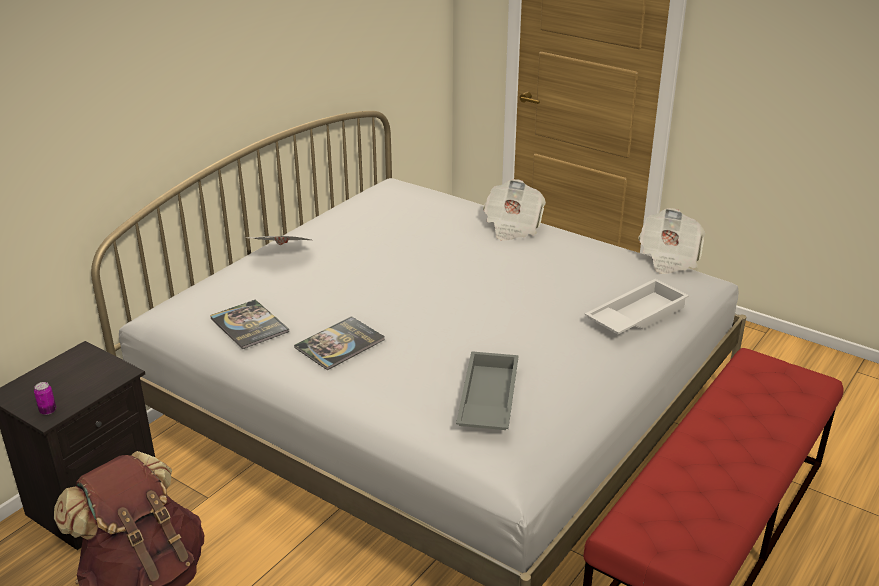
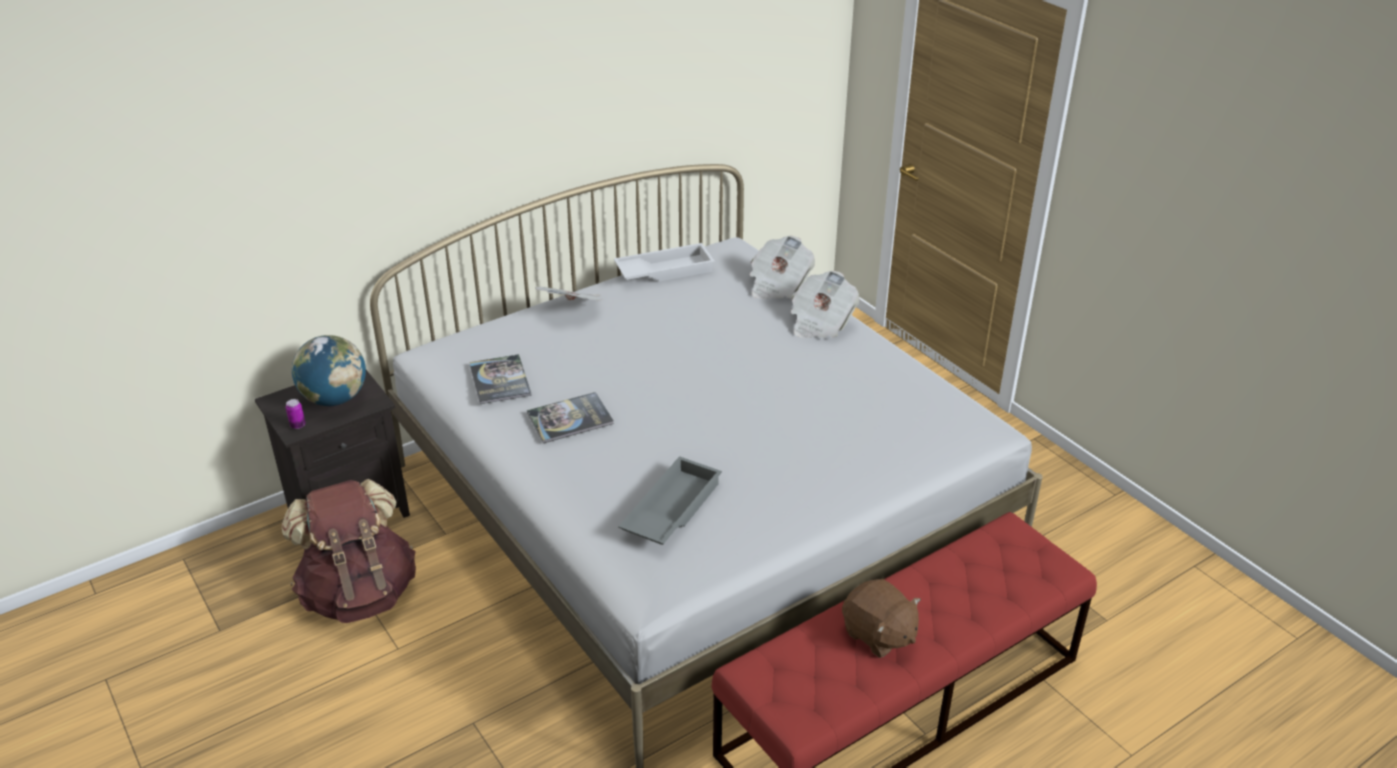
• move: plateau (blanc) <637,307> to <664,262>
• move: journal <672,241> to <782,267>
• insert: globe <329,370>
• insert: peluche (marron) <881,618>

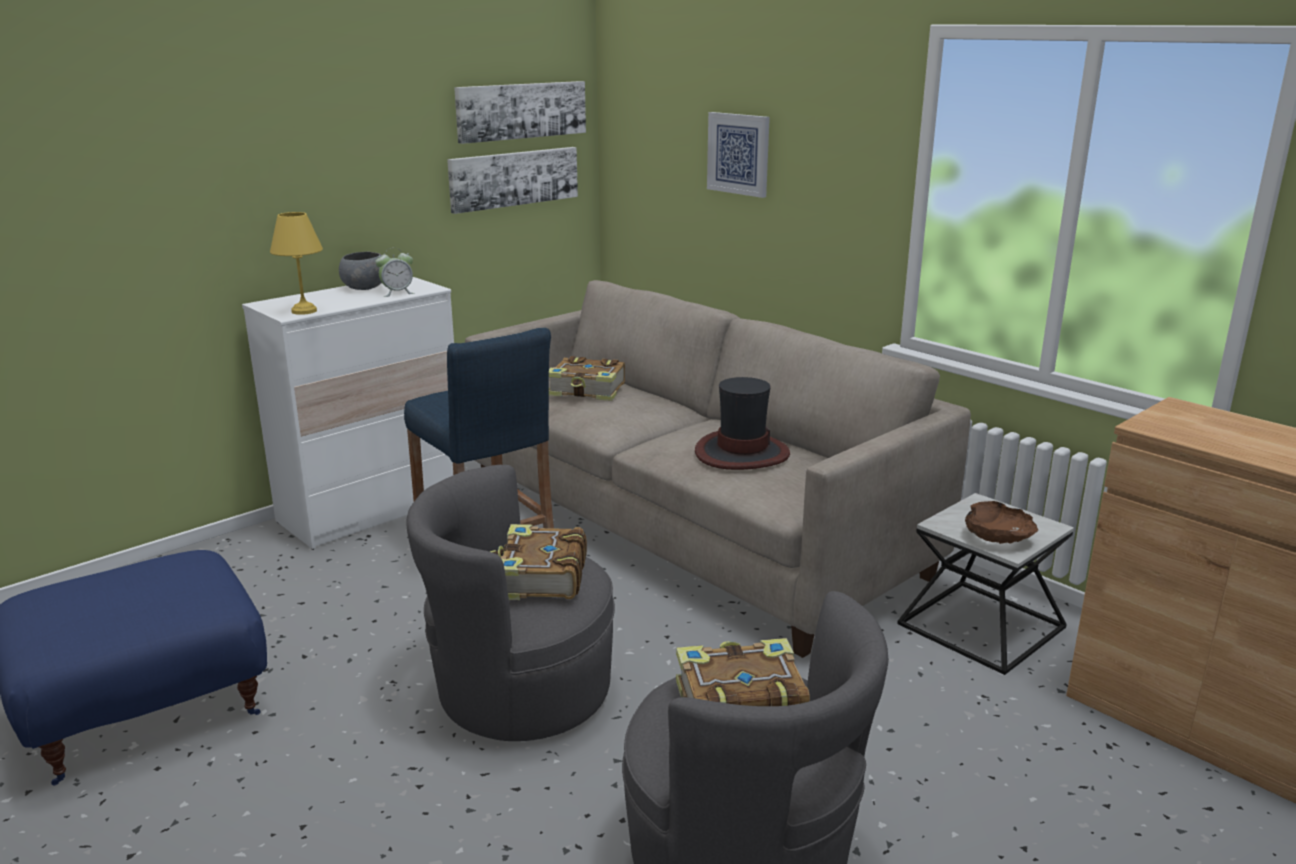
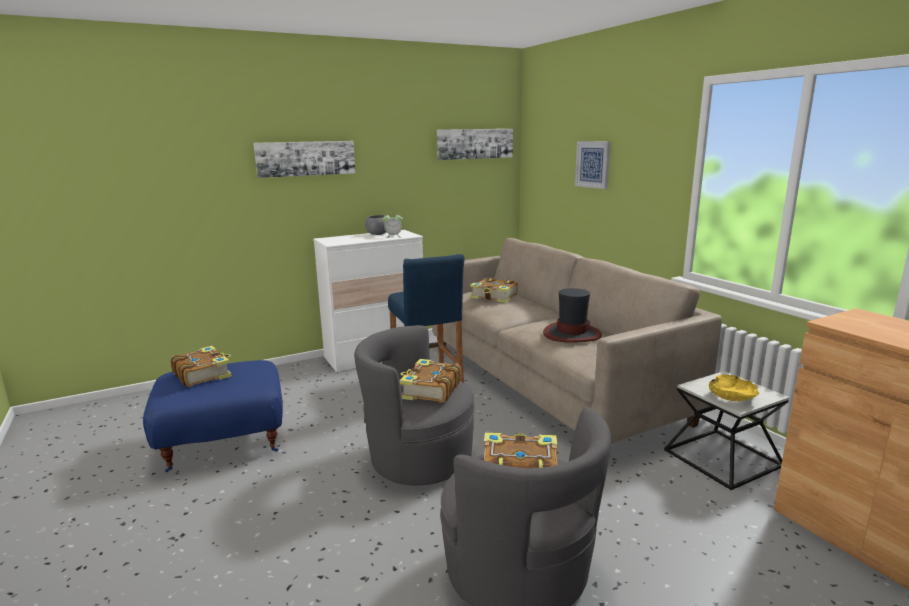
• delete: lampe de table (jaune) <296,263>
• move: tableau <512,180> to <304,159>
• recolor: bol (marron) <1001,522> to bol (jaune) <734,388>
• insert: livre <201,366>

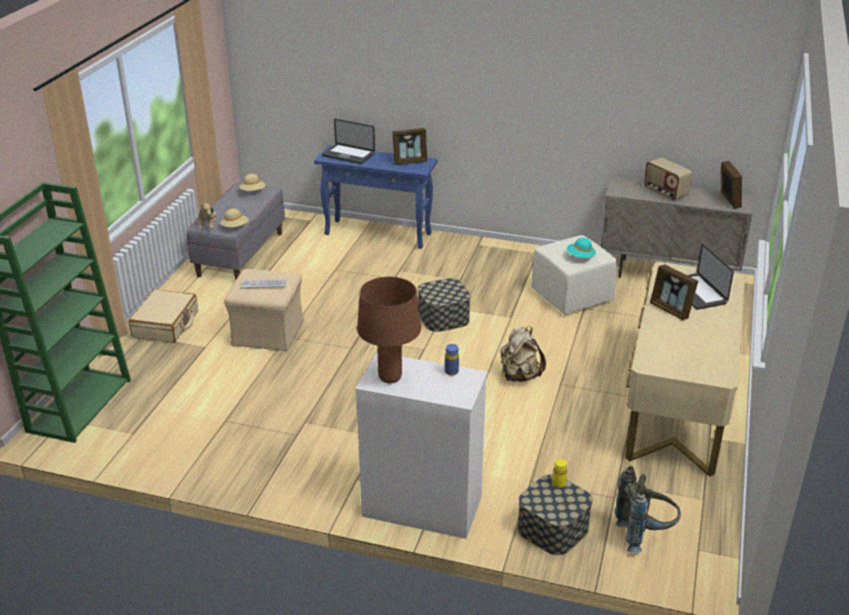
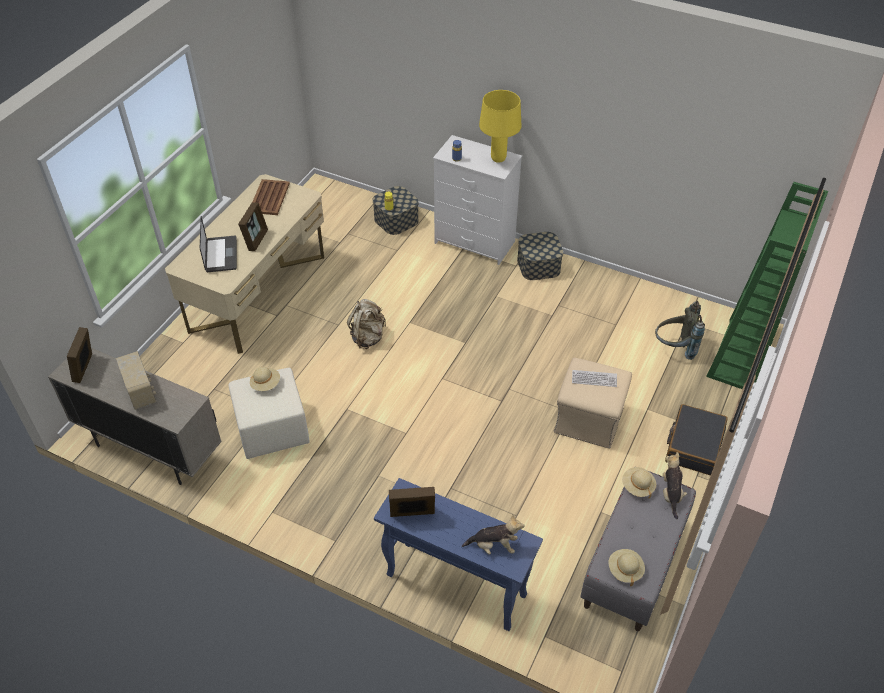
• recolor: valise (beige) <163,316> to valise (noir) <696,439>
• replace: ordinateur portable <348,141> to peluche <493,535>
• recolor: lampe de table (marron) <389,330> to lampe de table (jaune) <500,126>
• move: boîte de rangement <444,305> to <540,256>
• recolor: chapeau (turquoise) <581,248> to chapeau (beige) <265,379>
• move: sac à dos (gris) <648,509> to <680,330>
• rotate: cadre photo <674,292> = <253,226> 45 degrees clockwise
• insert: plateau (marron) <271,197>

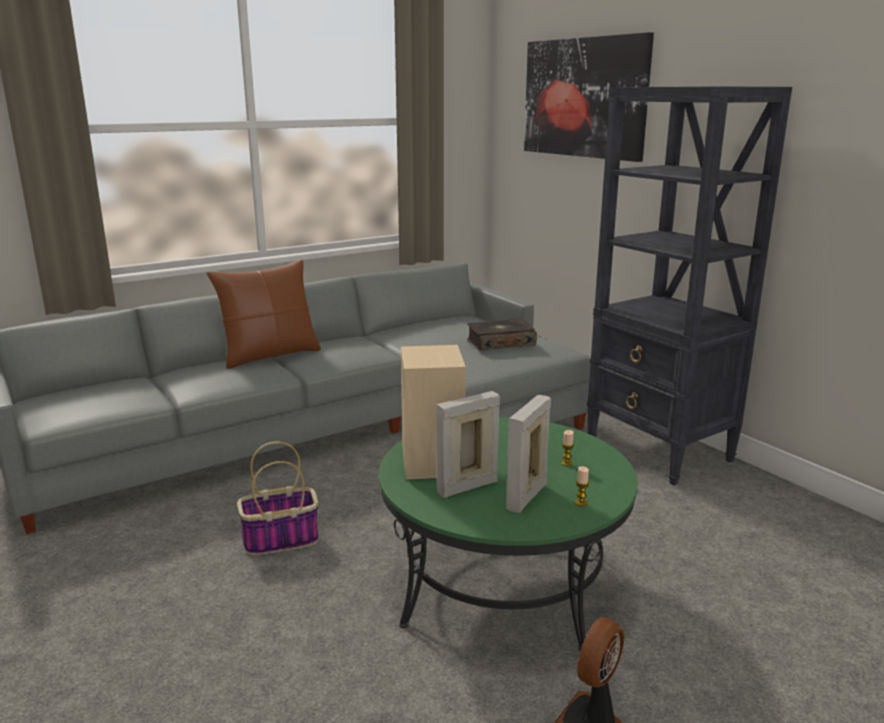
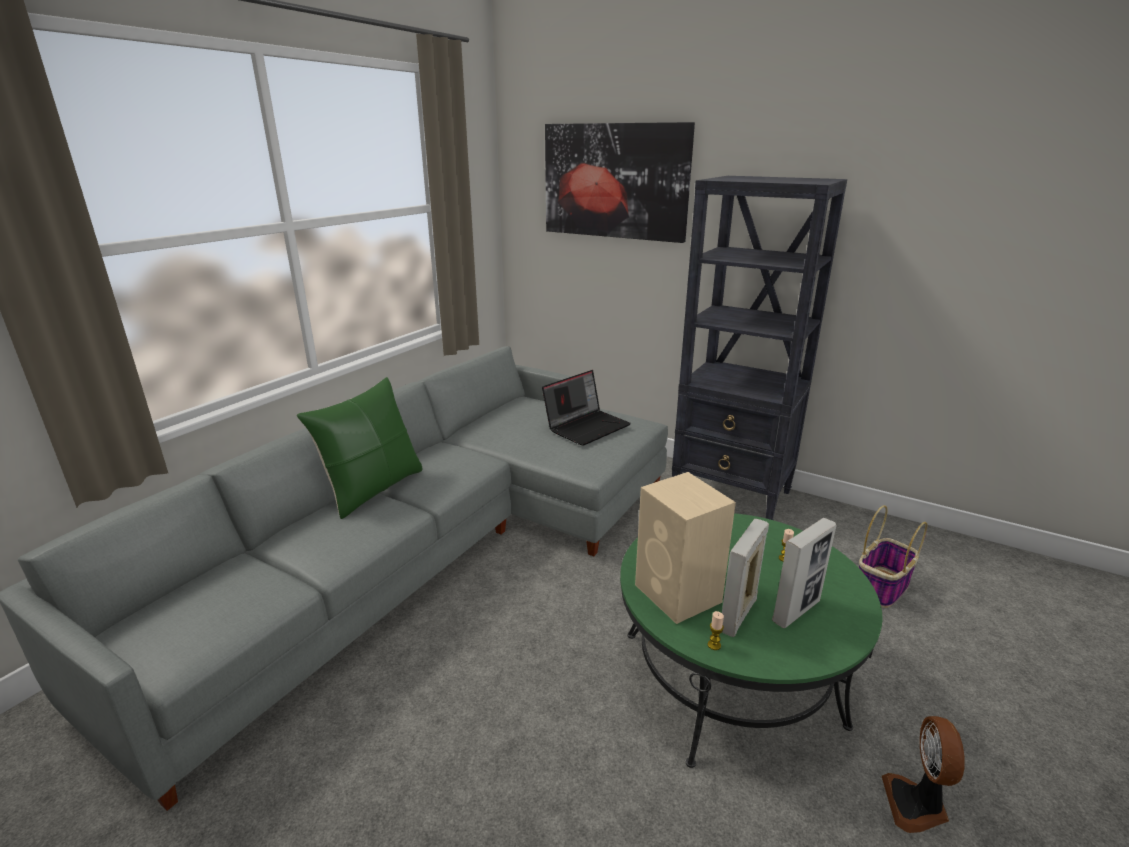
• recolor: coussin (marron) <263,314> to coussin (vert) <359,448>
• move: panier <278,498> to <893,556>
• replace: livre <502,334> to ordinateur portable <586,408>
• rotate: cadre photo <528,454> = <804,573> 135 degrees counterclockwise
• move: bougie <582,486> to <716,630>

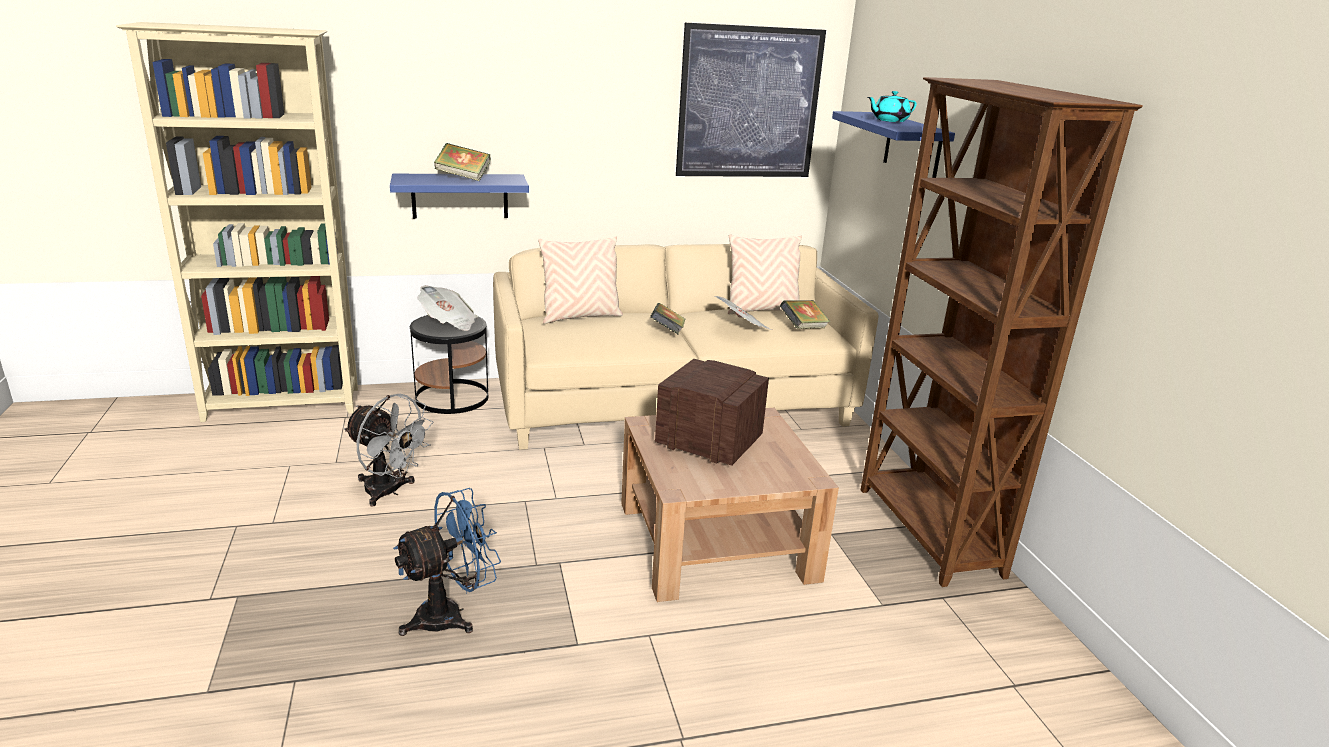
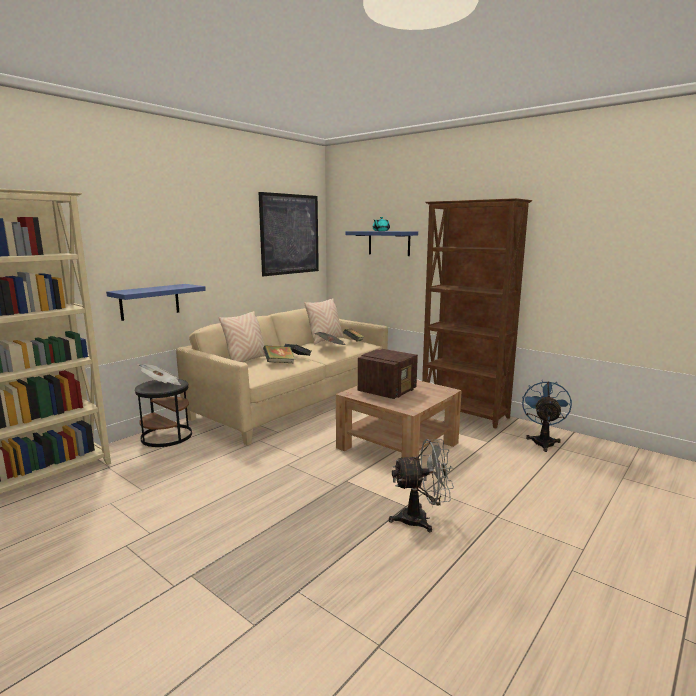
• move: ventilateur (gris) <389,450> to <421,485>
• move: ventilateur (bleu) <447,562> to <547,416>
• move: livre <462,162> to <279,354>
• rotate: radio <712,412> = <388,374> 135 degrees clockwise

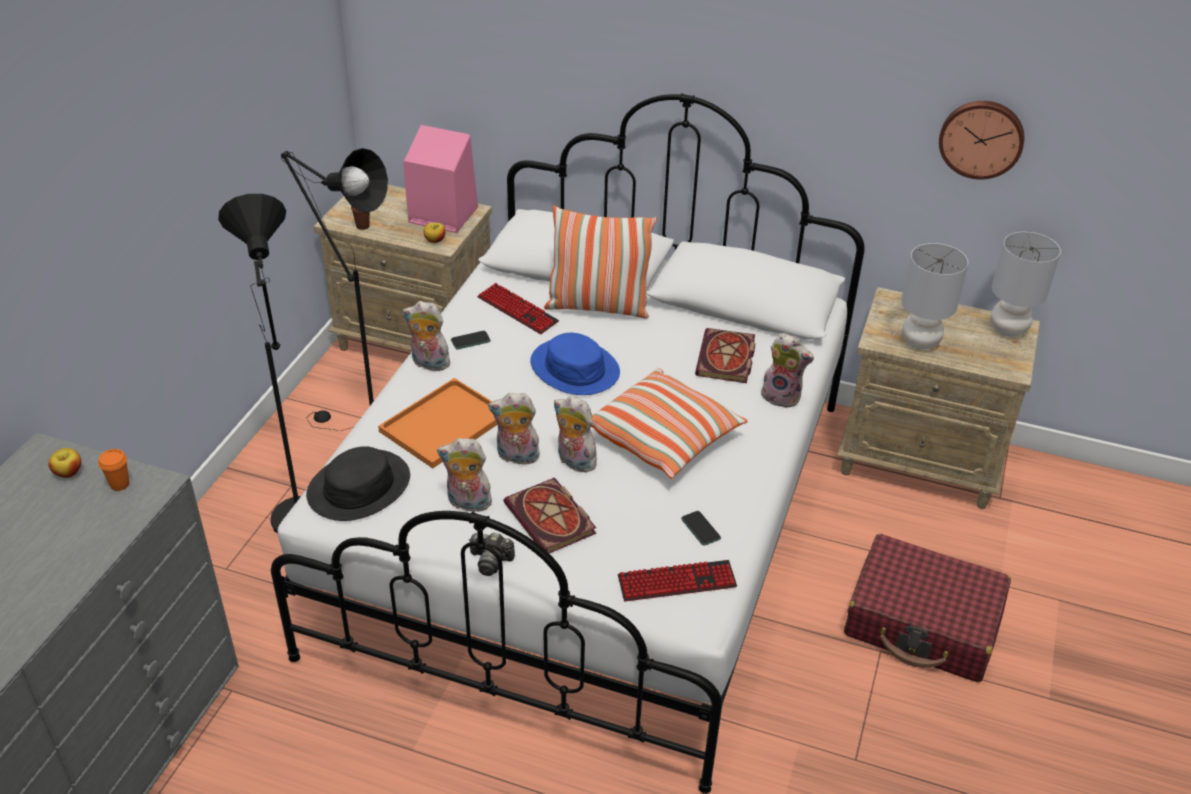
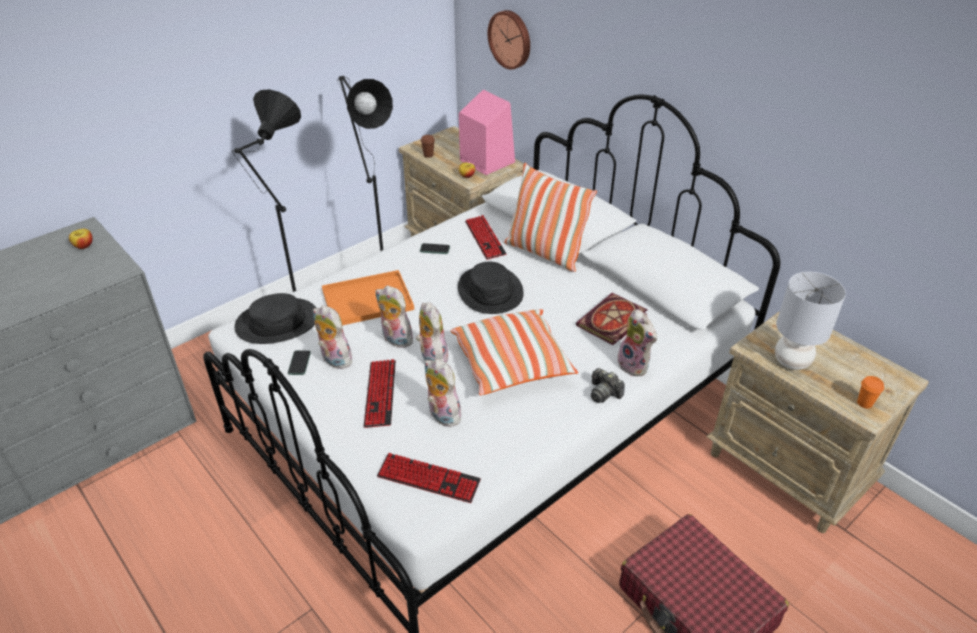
• move: tasse (orange) <113,470> to <870,392>
• move: peluche <426,336> to <443,393>
• move: appareil photo <491,554> to <608,385>
• replace: livre <550,515> to clavier <380,393>
• recolor: chapeau (bleu) <575,364> to chapeau (noir) <491,288>
• move: téléphone <701,528> to <299,362>
• move: horloge murale <982,140> to <509,40>
• delete: lampe de table (gris) <1026,284>

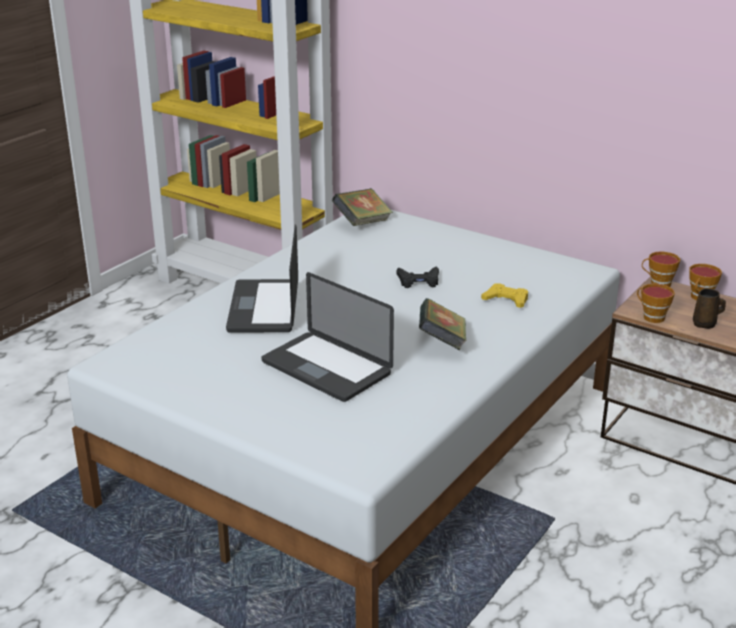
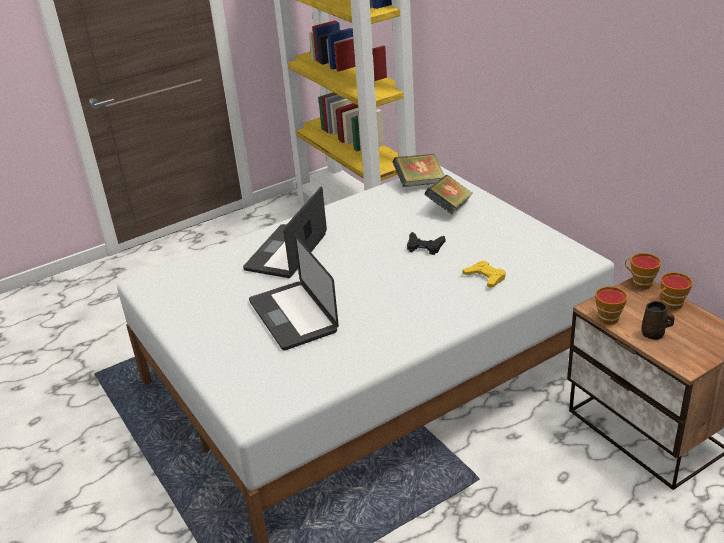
• move: livre <442,324> to <449,194>

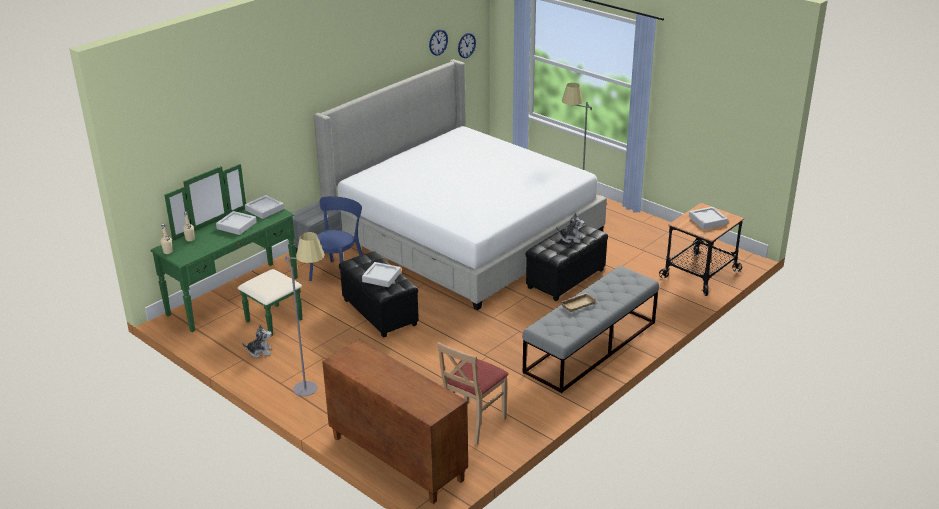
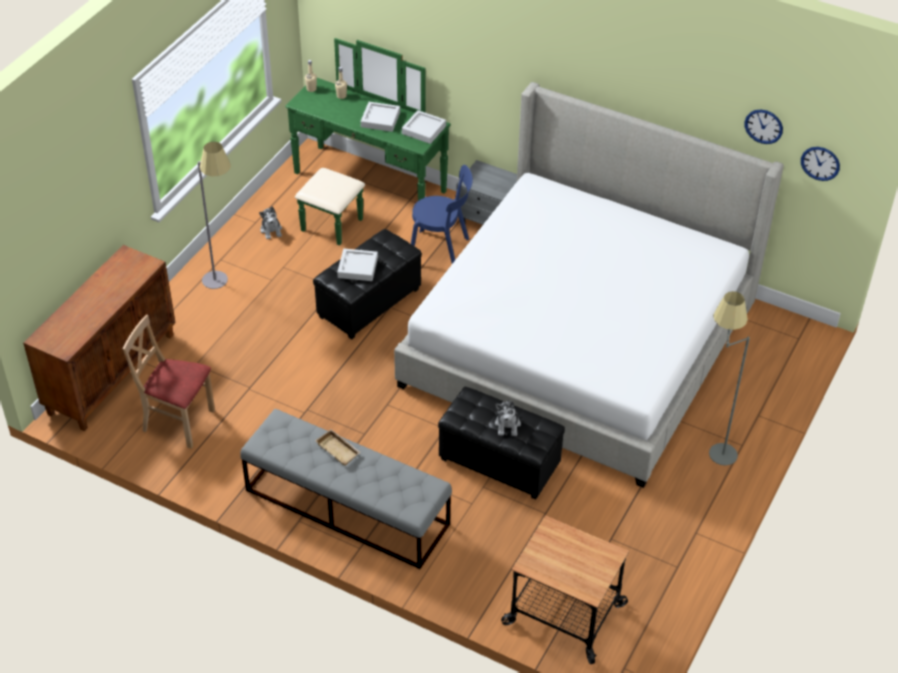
• delete: plateau (gris) <708,218>

